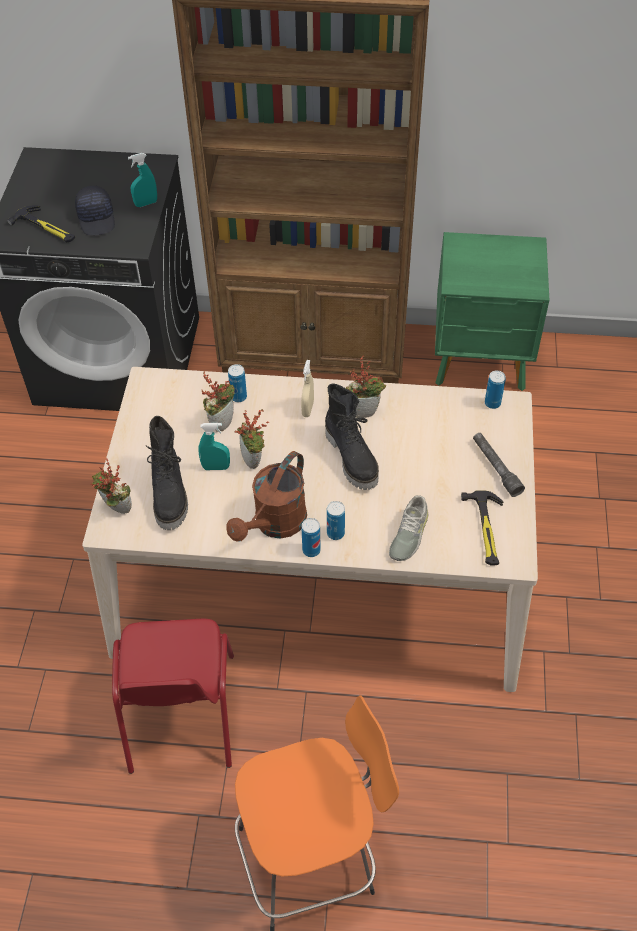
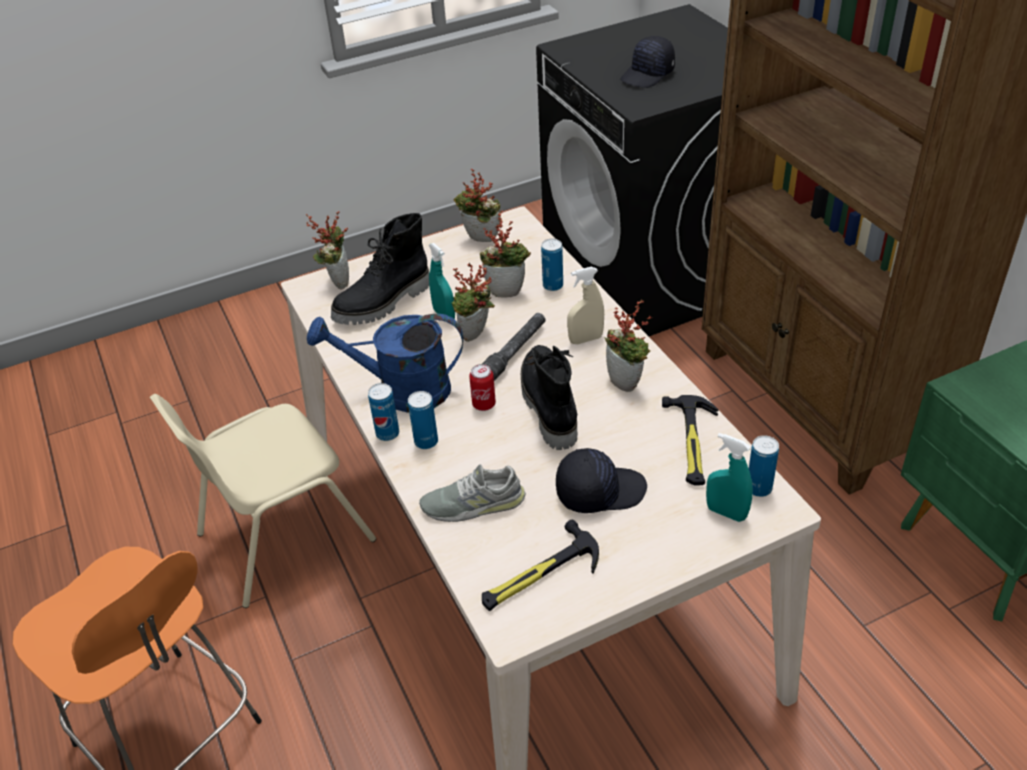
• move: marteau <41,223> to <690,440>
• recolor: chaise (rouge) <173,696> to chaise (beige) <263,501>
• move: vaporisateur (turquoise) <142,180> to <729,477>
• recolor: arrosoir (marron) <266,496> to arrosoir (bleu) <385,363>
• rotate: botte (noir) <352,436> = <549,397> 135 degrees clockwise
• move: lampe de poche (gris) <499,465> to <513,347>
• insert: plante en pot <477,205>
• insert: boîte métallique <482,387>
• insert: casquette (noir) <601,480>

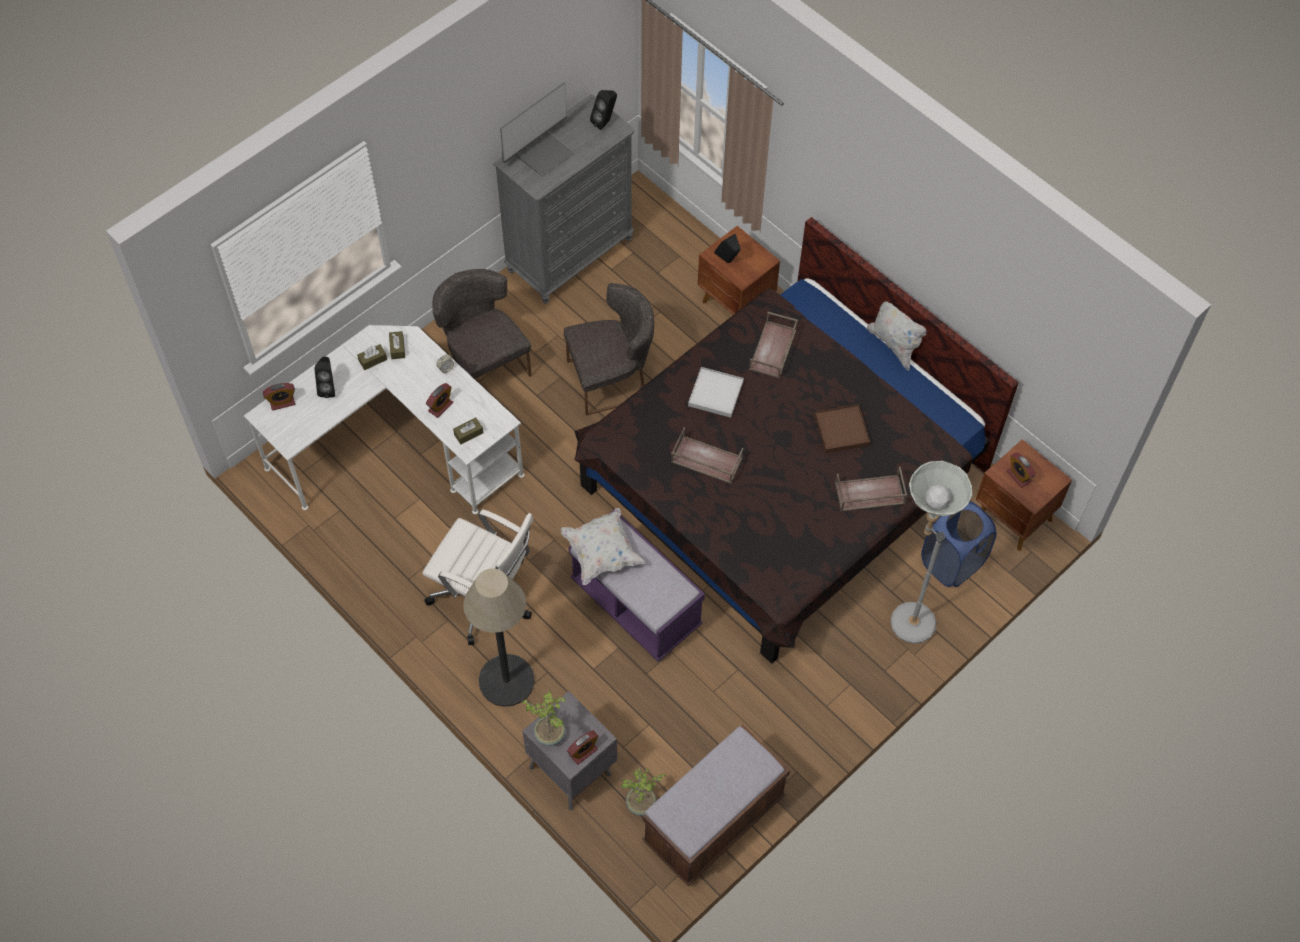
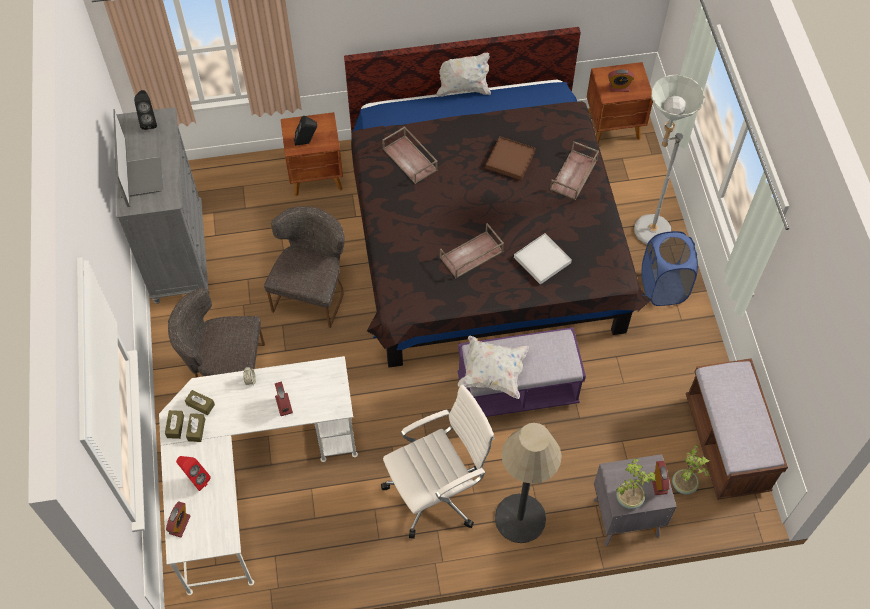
• recolor: enceinte (noir) <325,377> to enceinte (rouge) <193,473>
• move: boîte à mouchoirs (marron) <468,431> to <174,424>
• move: plateau (blanc) <716,392> to <543,259>
• move: panier à linge (bleu) <958,544> to <669,268>

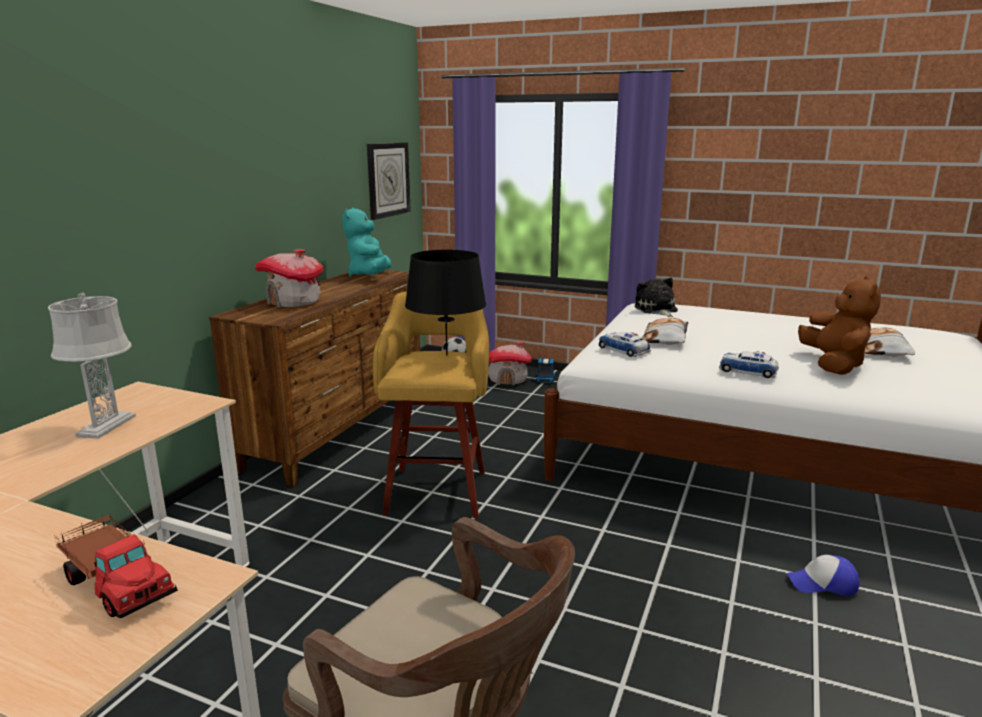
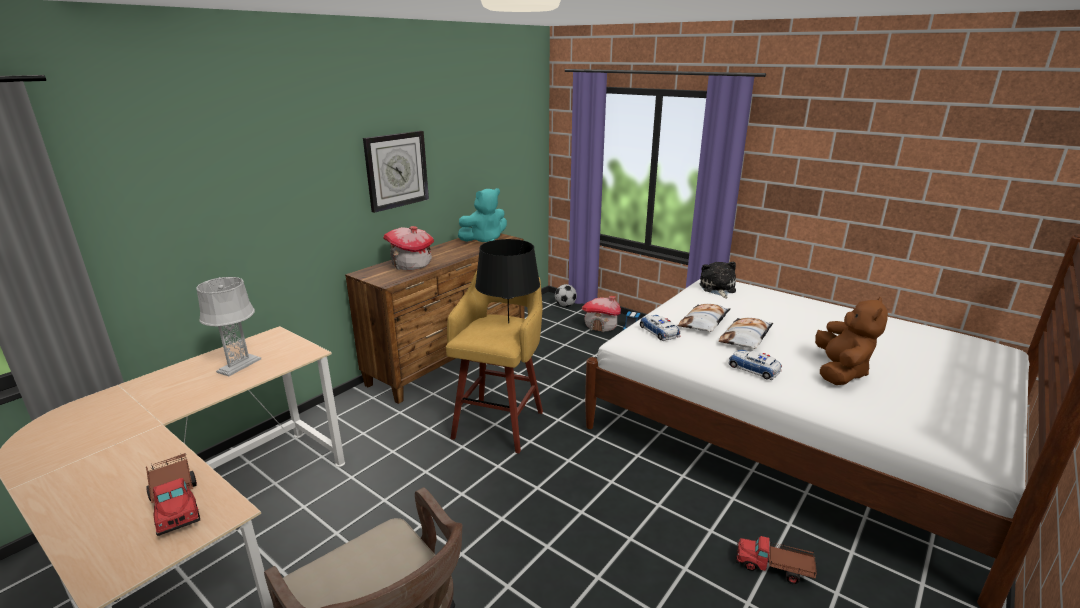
• rotate: peluche (turquoise) <366,242> = <482,215> 135 degrees counterclockwise
• move: horloge murale <389,181> to <396,172>
• replace: casquette <823,575> to camion jouet <776,560>
• move: coussin <889,342> to <745,333>

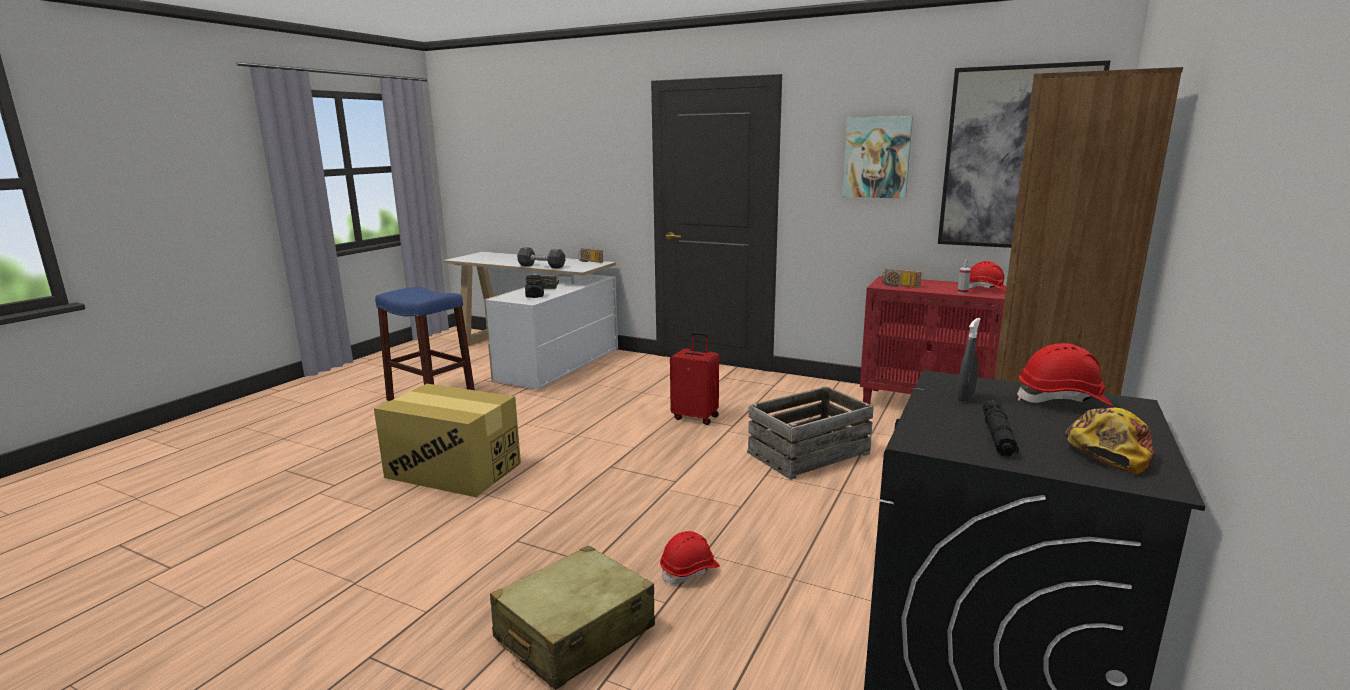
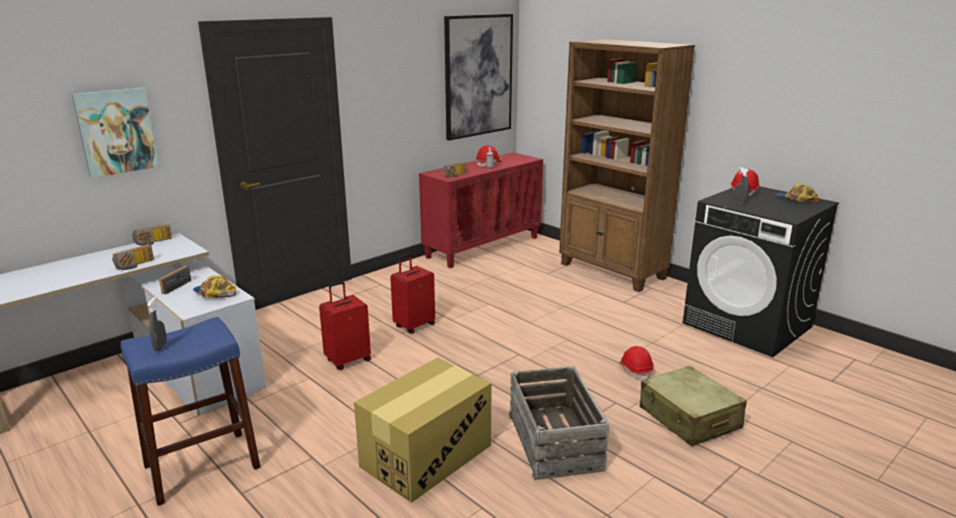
• replace: haltère (noir) <541,258> to radio <133,257>
• replace: bocal (noir) <534,286> to casquette <214,286>
• move: caisse <810,433> to <559,423>
• move: tableau <877,157> to <115,132>
• delete: lampe de poche (noir) <1001,428>
• insert: vaporisateur (gris) <157,324>
• insert: valise (rouge) <345,325>

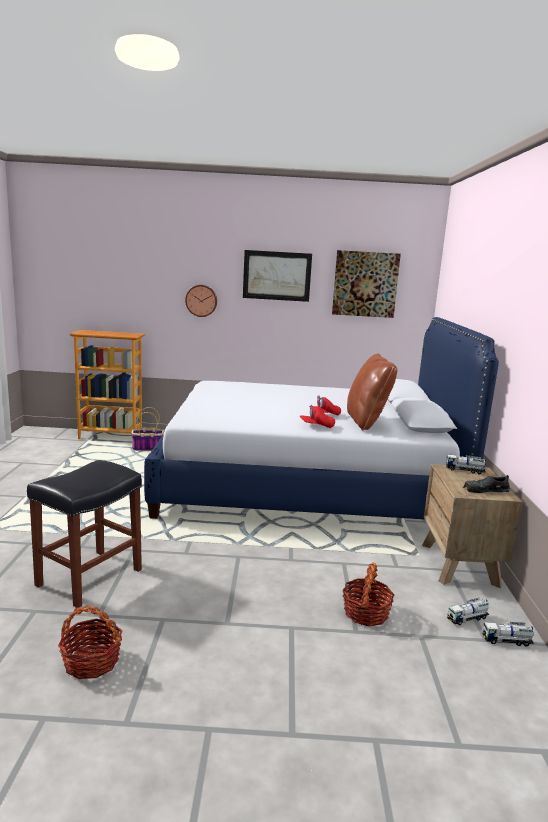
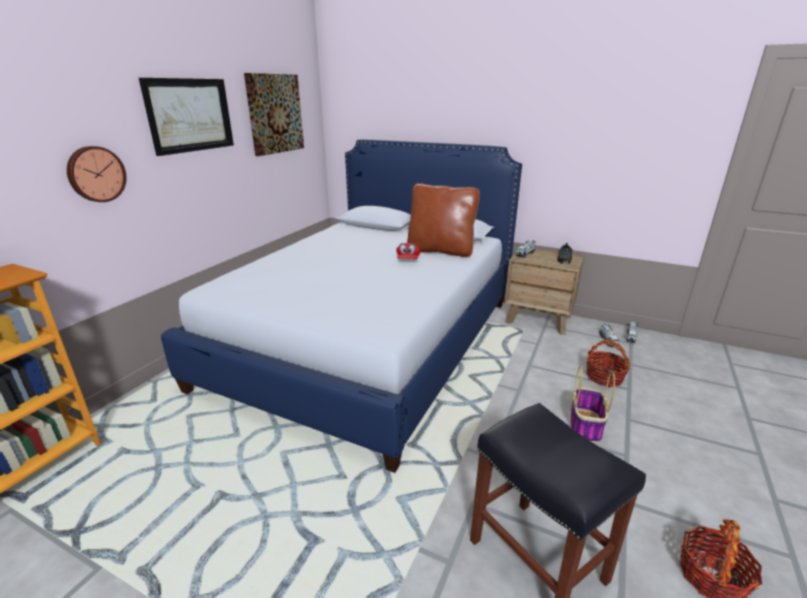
• move: panier <147,429> to <593,404>
• delete: casquette (rouge) <317,416>

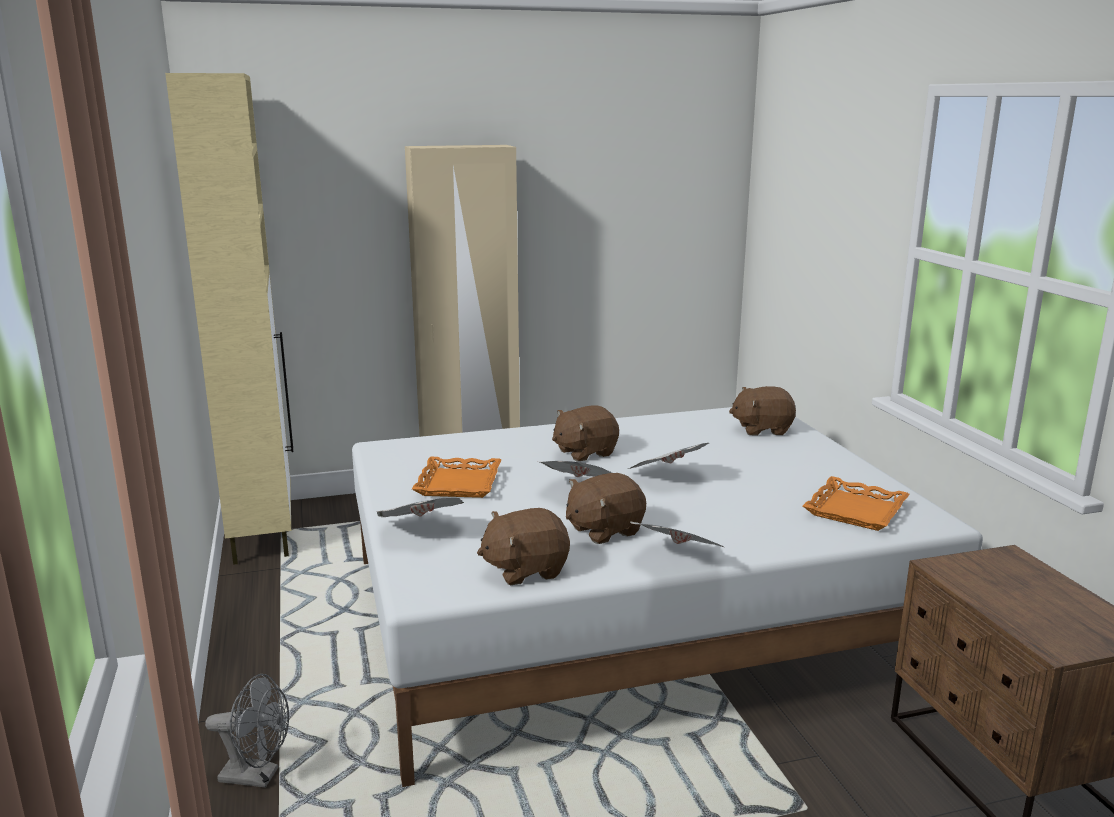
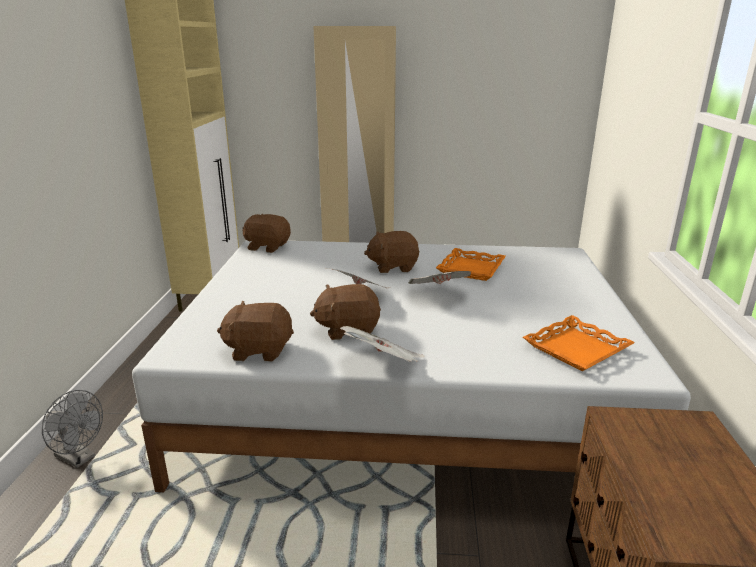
• delete: journal <420,507>
• move: plateau (orange) <457,477> to <471,264>
• move: peluche (marron) <762,411> to <266,233>

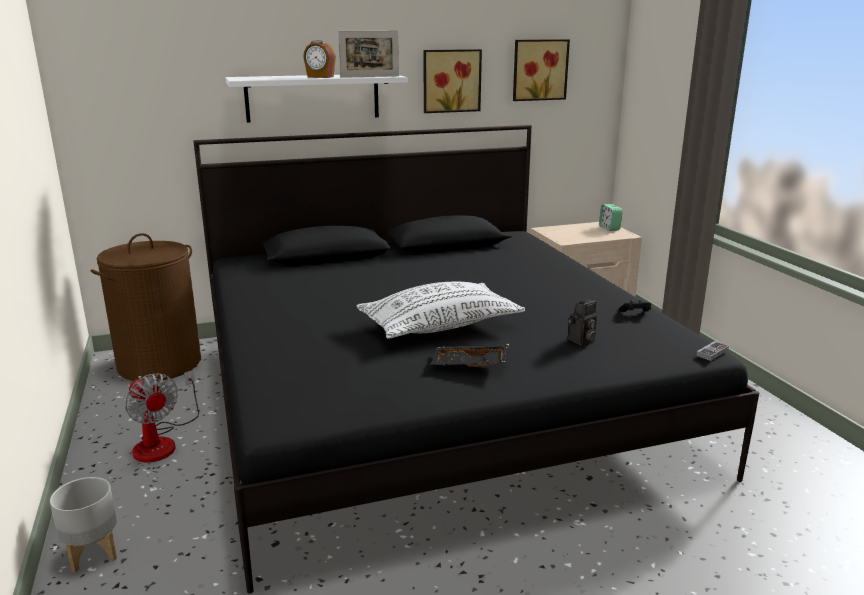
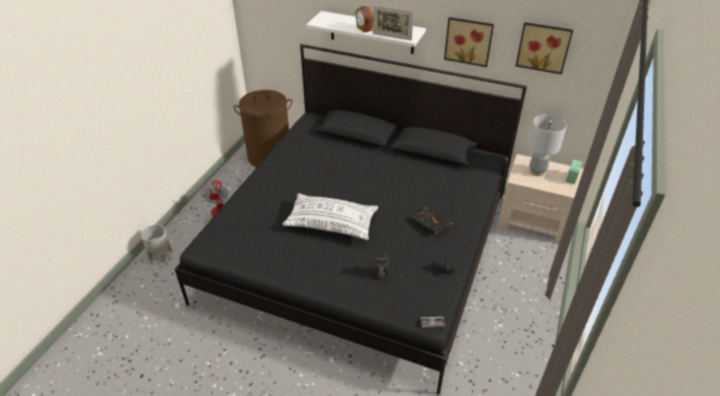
• move: plateau (noir) <469,355> to <430,220>
• insert: lampe de table (gris) <547,145>

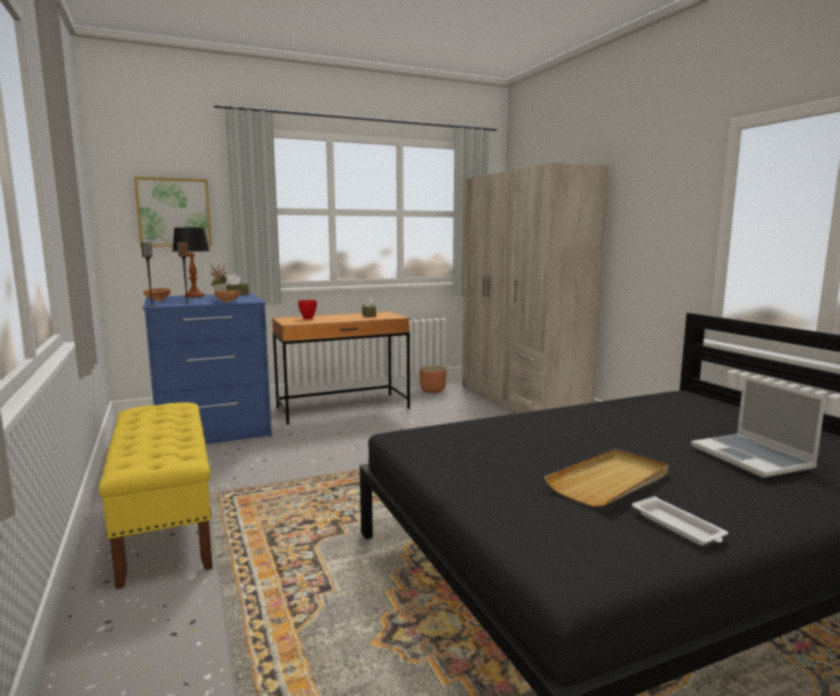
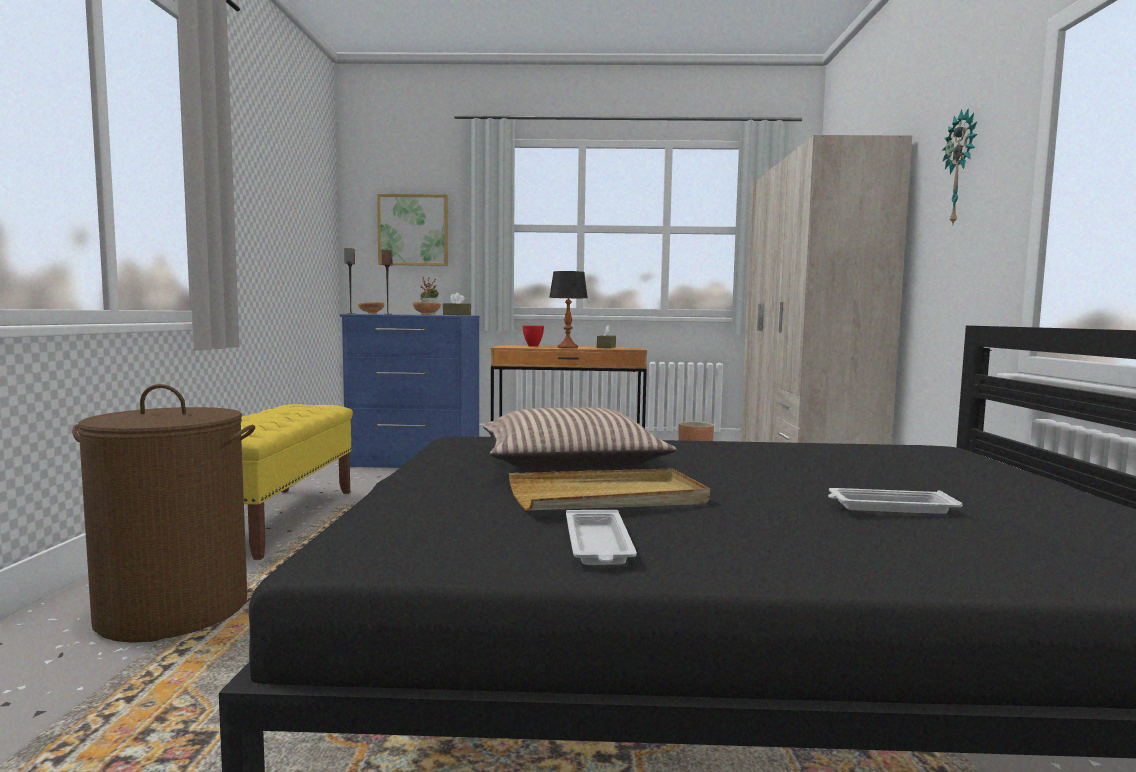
• move: lampe de table <191,262> to <568,310>
• replace: ordinateur portable <758,427> to plateau (blanc) <895,501>
• insert: panier à linge (marron) <163,513>
• insert: coussin <579,439>
• insert: horloge murale <960,167>

